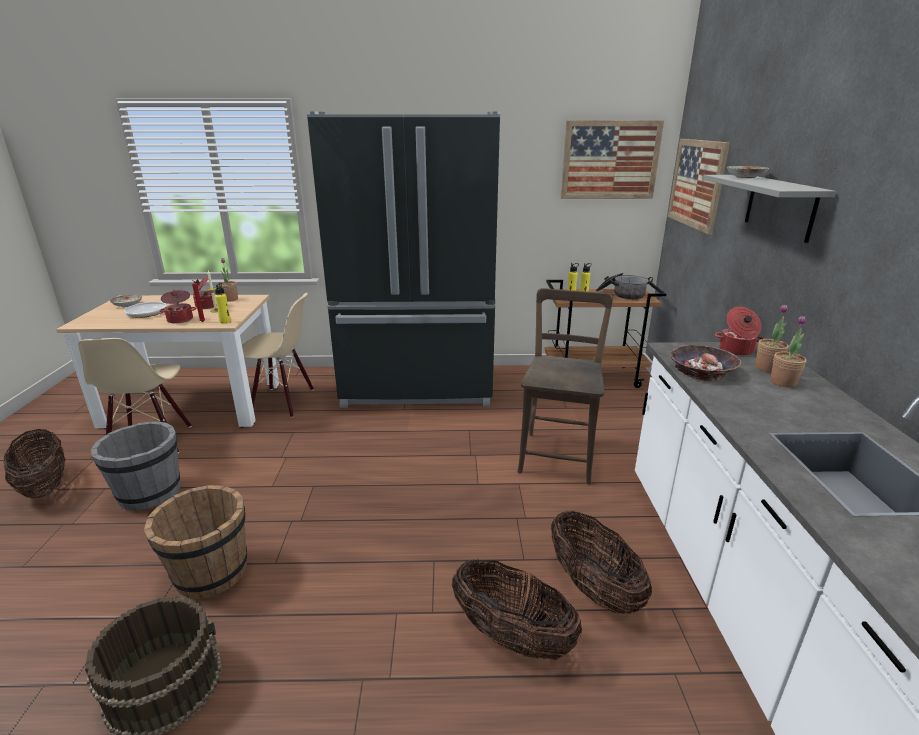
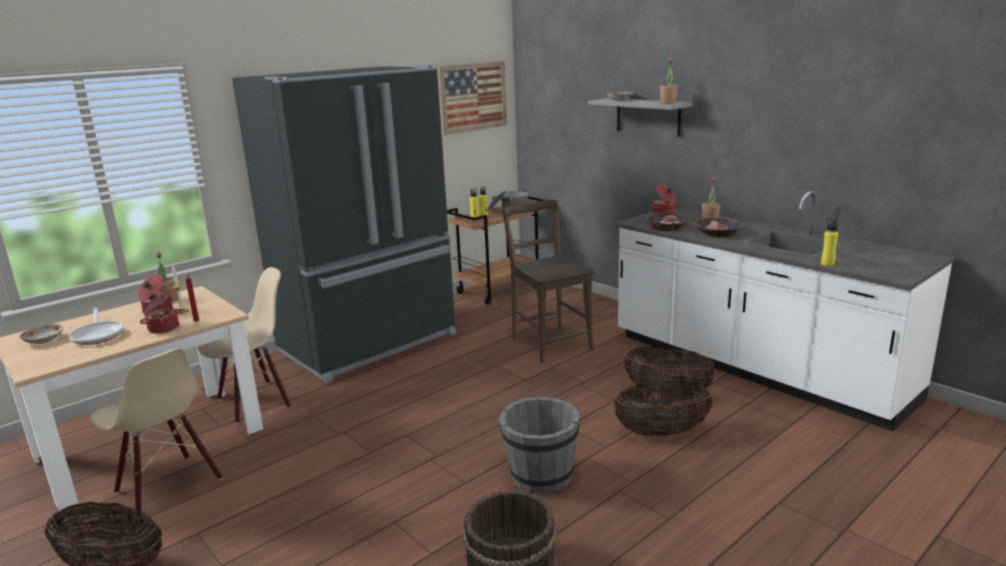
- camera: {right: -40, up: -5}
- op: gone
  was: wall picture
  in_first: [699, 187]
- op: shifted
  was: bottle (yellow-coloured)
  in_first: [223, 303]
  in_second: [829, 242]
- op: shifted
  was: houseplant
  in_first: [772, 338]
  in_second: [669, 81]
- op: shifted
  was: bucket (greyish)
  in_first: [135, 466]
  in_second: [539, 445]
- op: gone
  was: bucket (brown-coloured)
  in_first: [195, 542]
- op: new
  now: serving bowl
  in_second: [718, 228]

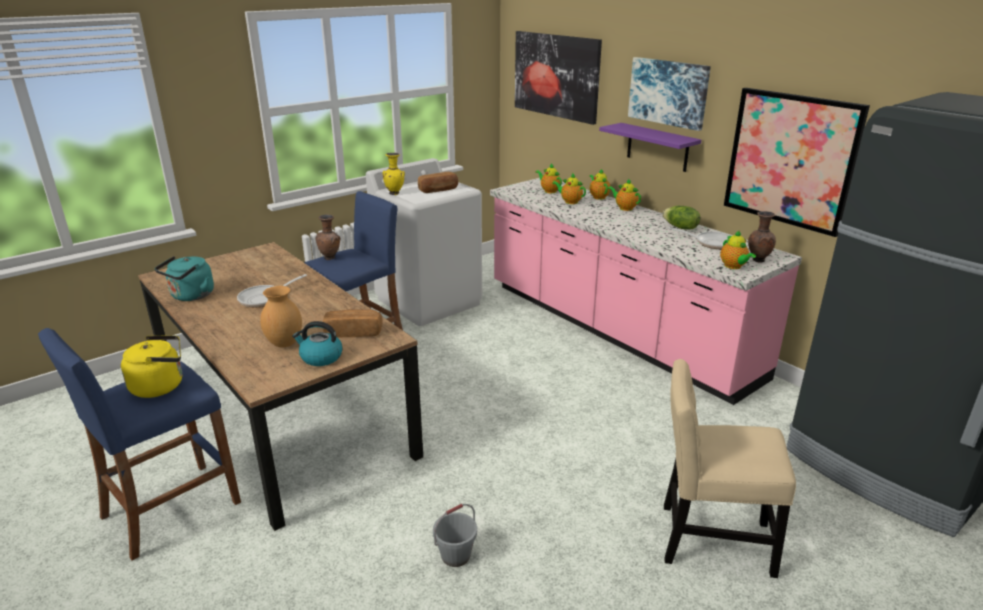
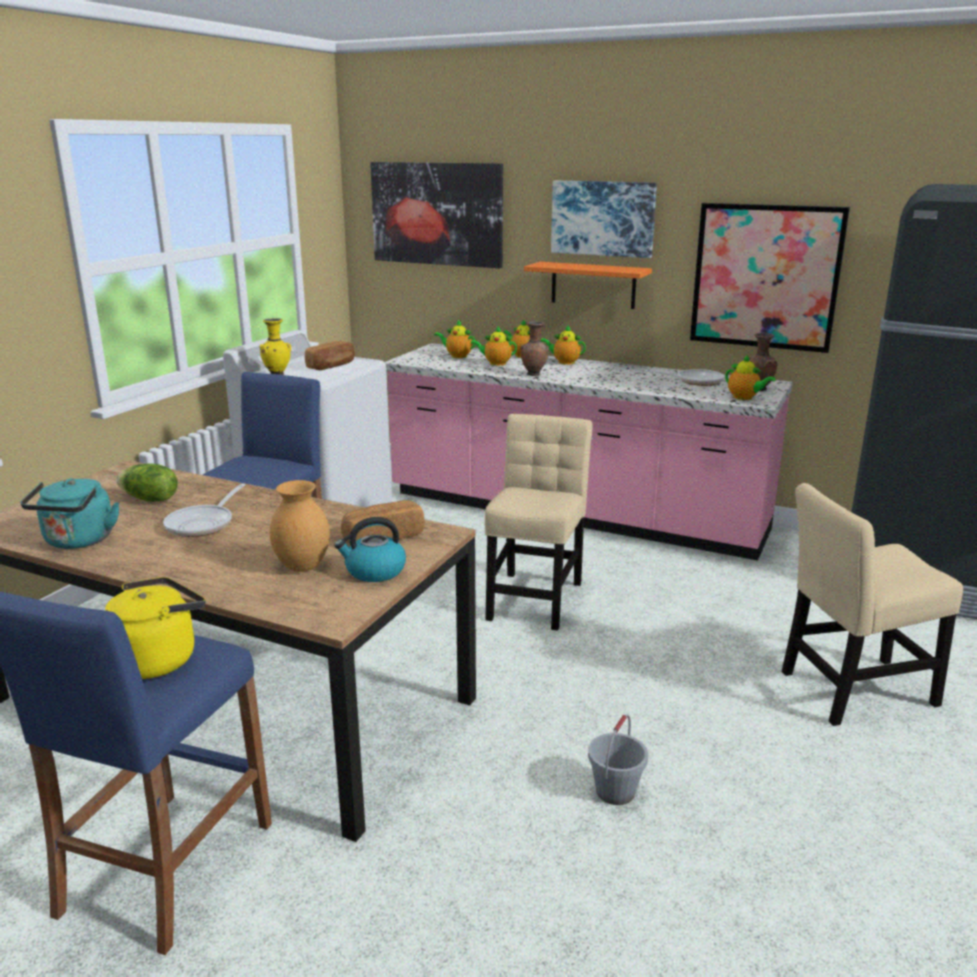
- camera: {right: -25, up: -5}
- op: repainted
  was: shelf (purplish)
  now: shelf (orange)
  in_first: [650, 147]
  in_second: [588, 285]
- op: shifted
  was: lettuce head
  in_first: [681, 218]
  in_second: [147, 483]
- op: shifted
  was: decorative vase (brown-coloured)
  in_first: [328, 237]
  in_second: [534, 349]
- op: new
  now: plain chair (sand-coloured)
  in_second: [539, 522]

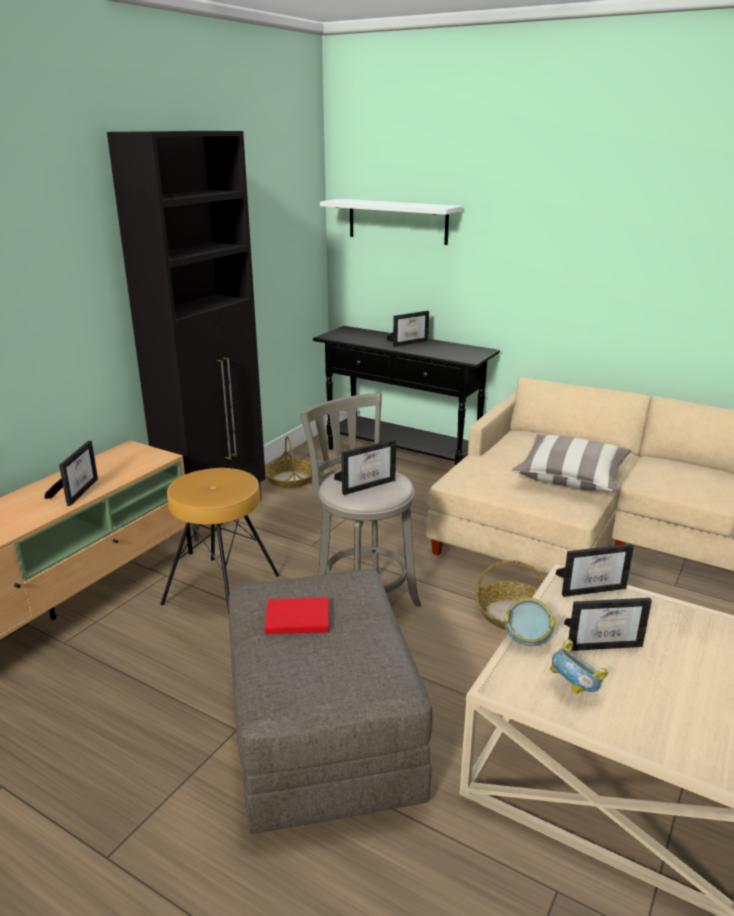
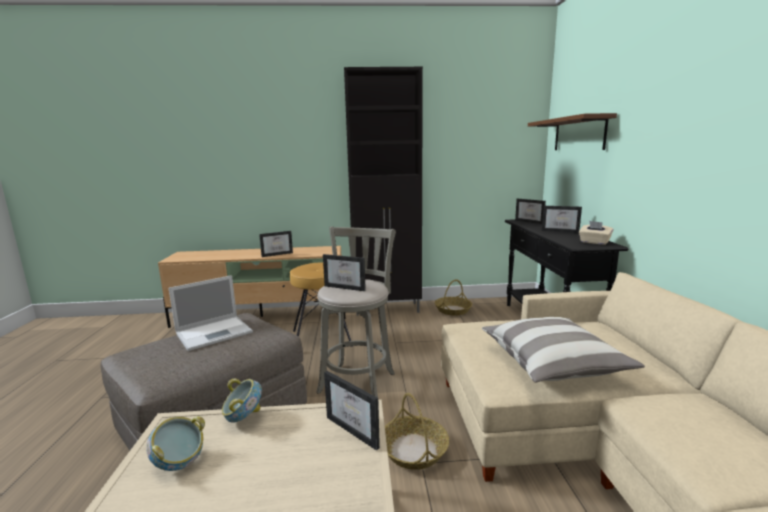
- camera: {right: 55, up: -10}
- op: repainted
  was: shelf (whitish)
  now: shelf (brown-coloured)
  in_first: [391, 222]
  in_second: [572, 131]
- op: swapped
  was: volume (red)
  now: notebook computer
  in_first: [297, 615]
  in_second: [210, 313]
- op: shifted
  was: picture frame
  in_first: [608, 624]
  in_second: [530, 211]
- op: new
  now: box of tissues (sand-coloured)
  in_second: [596, 233]

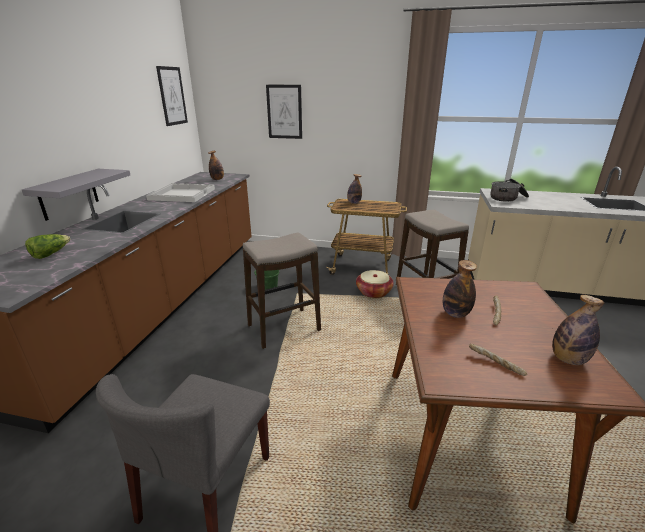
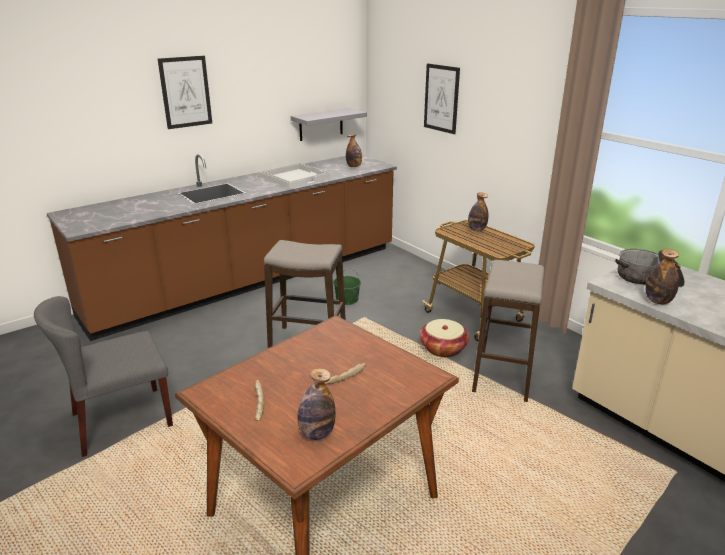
- camera: {right: 40, up: 0}
- op: shifted
  was: wall picture
  in_first: [172, 96]
  in_second: [185, 92]
- op: shifted
  was: shelf (greyish)
  in_first: [76, 195]
  in_second: [329, 124]
- op: gone
  was: lettuce head
  in_first: [47, 246]
- op: shifted
  was: bottle
  in_first: [460, 289]
  in_second: [662, 276]

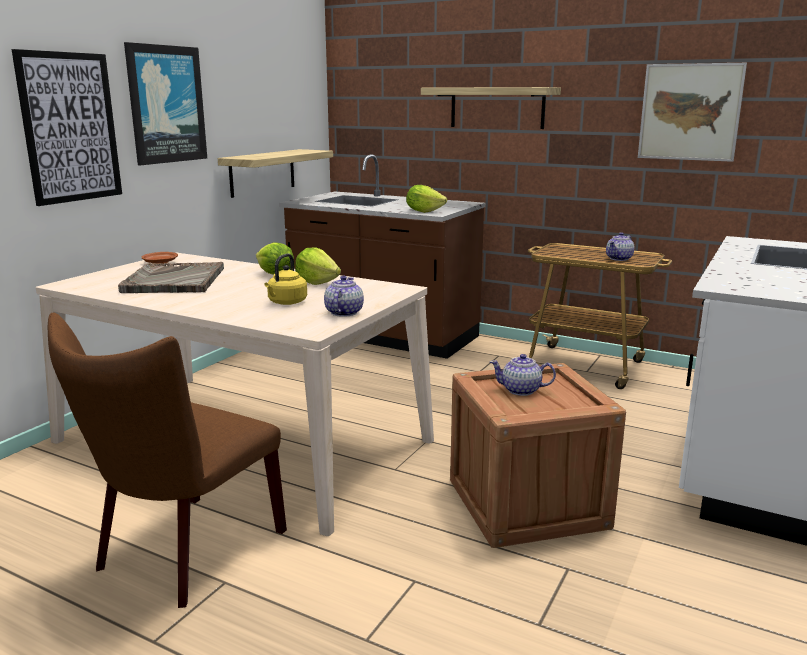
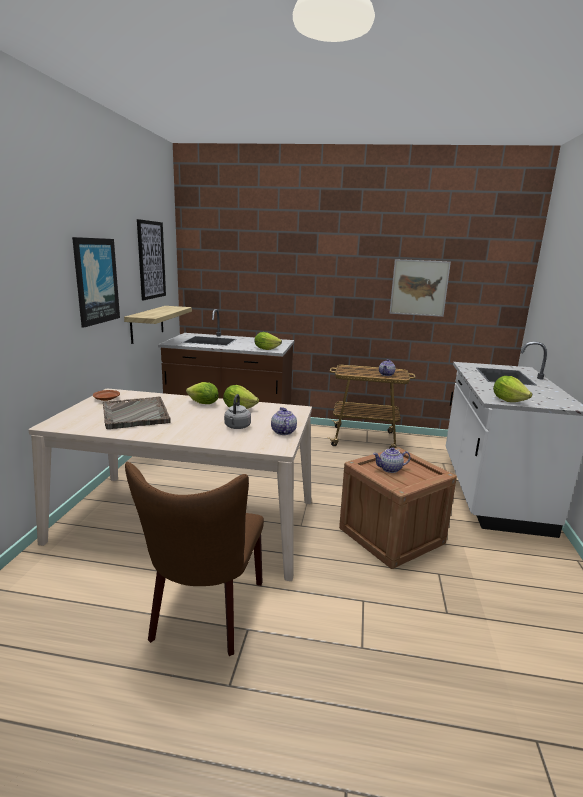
- camera: {right: -20, up: 0}
- op: shifted
  was: wall picture
  in_first: [67, 127]
  in_second: [151, 259]
- op: gone
  was: shelf
  in_first: [491, 108]
- op: repainted
  was: tea kettle (yellow-coloured)
  now: tea kettle (greyish)
  in_first: [285, 279]
  in_second: [237, 411]
- op: new
  now: lettuce head
  in_second: [512, 389]

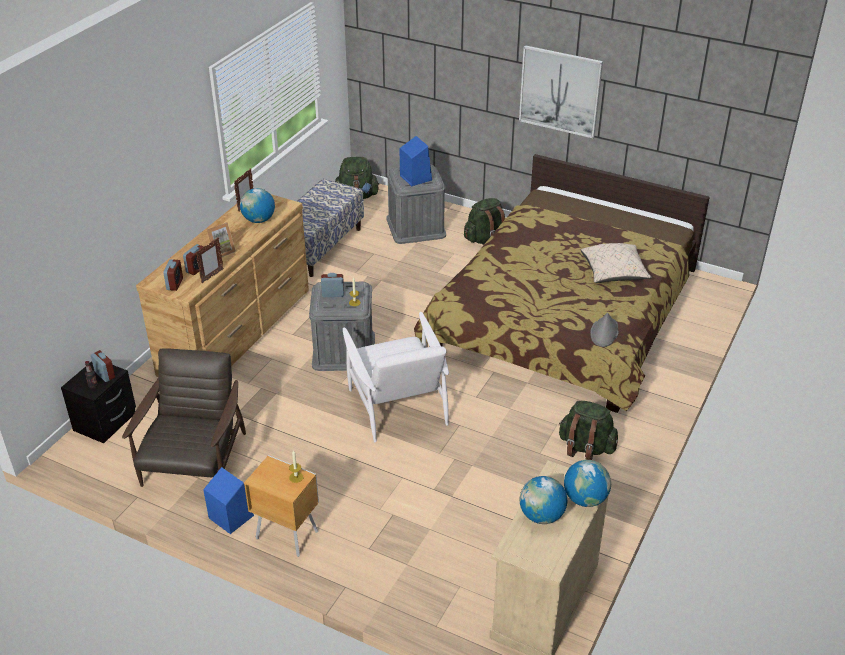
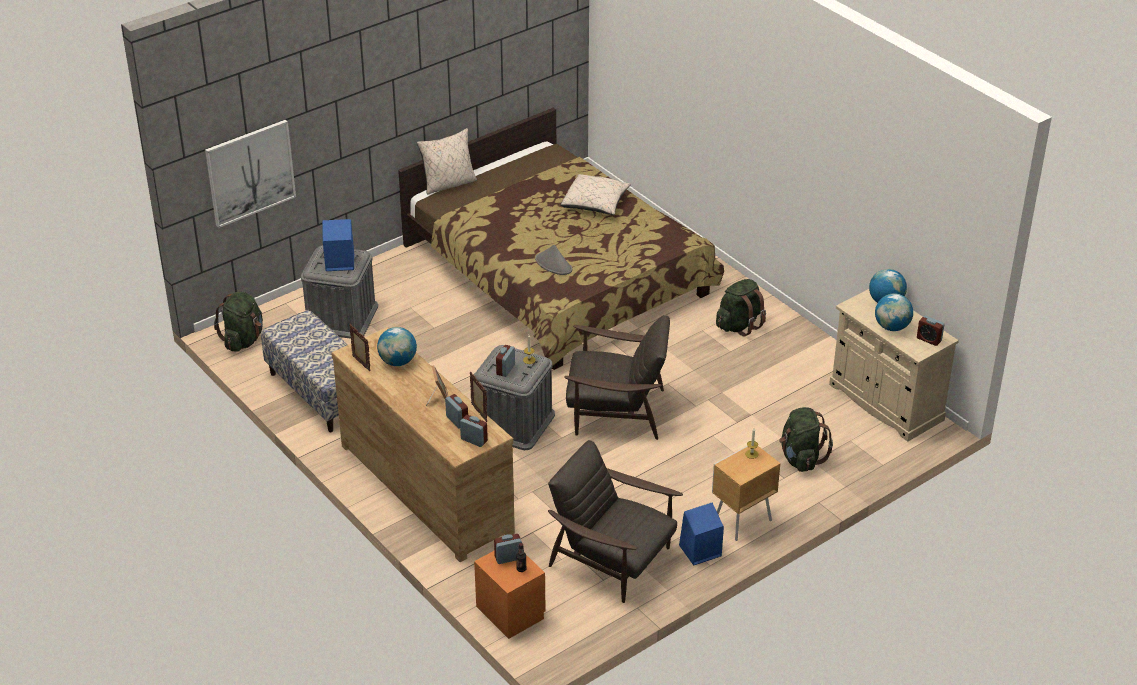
- camera: {right: -65, up: 0}
- op: shifted
  was: wall picture
  in_first: [561, 91]
  in_second: [250, 174]
- op: shifted
  was: knapsack (greenish)
  in_first: [484, 221]
  in_second: [806, 439]
- op: repainted
  was: easy chair (whitish)
  now: easy chair (brown-coloured)
  in_first: [396, 377]
  in_second: [617, 377]
- op: shifted
  was: clothing hat (greyish)
  in_first: [604, 330]
  in_second: [553, 259]
- op: repainted
  was: nightstand (black-coloured)
  now: nightstand (orange)
  in_first: [98, 402]
  in_second: [510, 595]
- op: new
  now: cushion (sand-coloured)
  in_second: [447, 161]
- op: new
  now: bedside clock
  in_second: [931, 330]

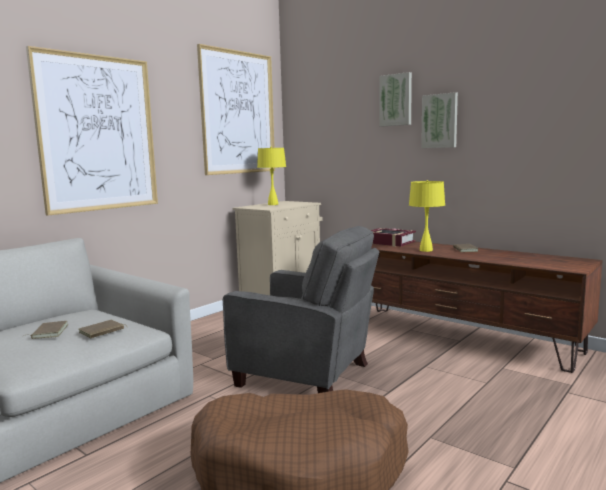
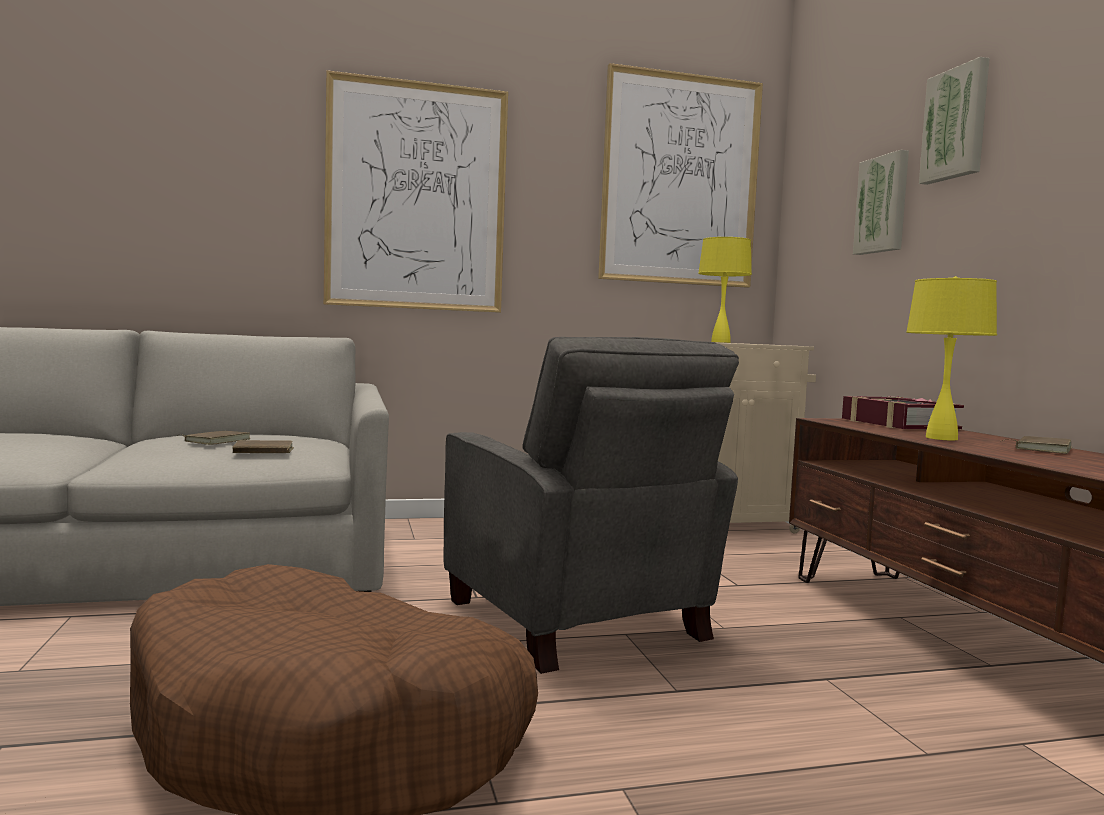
- camera: {right: 35, up: -5}
- op: shifted
  was: wall picture
  in_first: [439, 120]
  in_second: [881, 202]

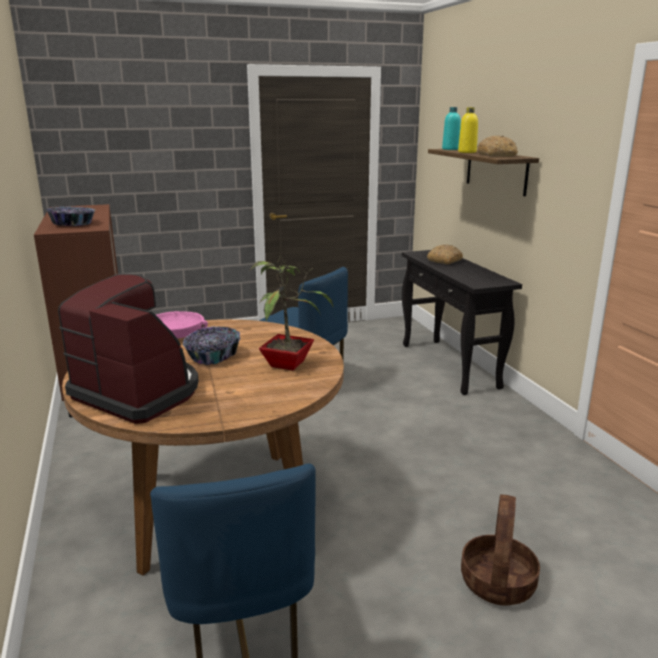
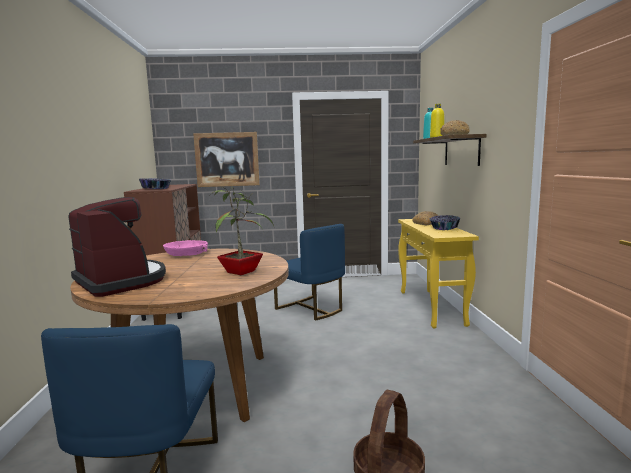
- camera: {right: 15, up: -10}
- op: repainted
  was: console table (black-coloured)
  now: console table (yellow-coloured)
  in_first: [462, 322]
  in_second: [438, 273]
- op: shifted
  was: serving bowl
  in_first: [212, 345]
  in_second: [445, 222]
- op: new
  now: wall picture
  in_second: [226, 159]

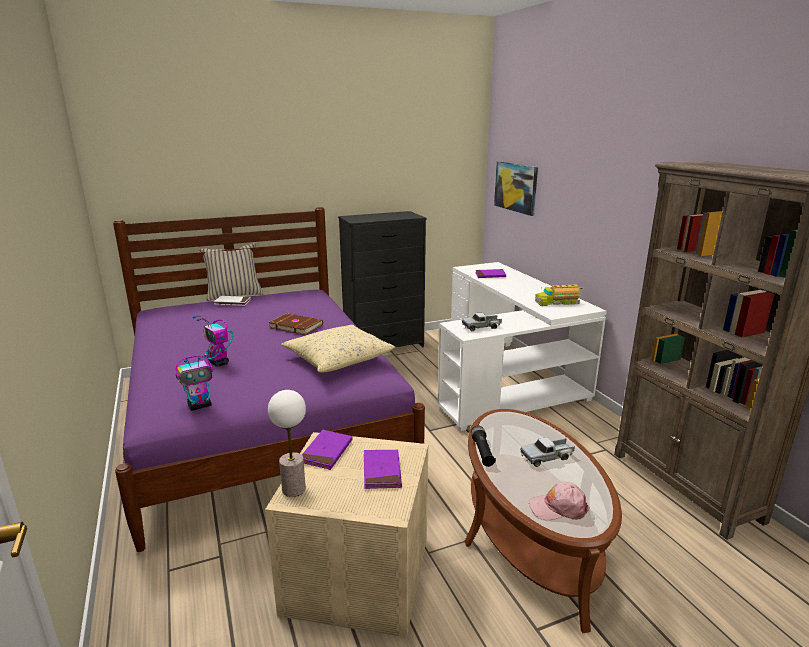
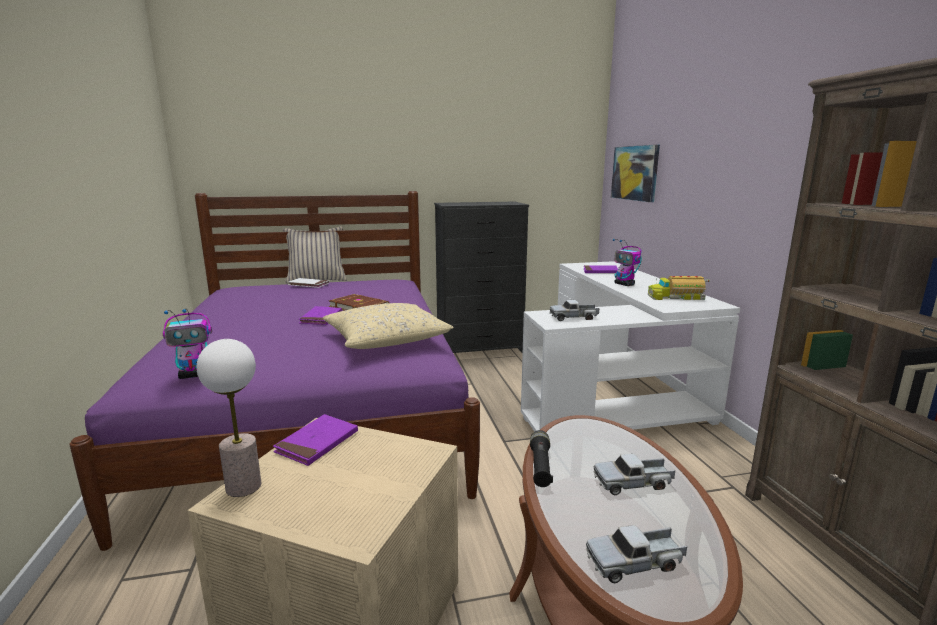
- camera: {right: 10, up: -5}
- op: shifted
  was: toy robot
  in_first: [213, 341]
  in_second: [627, 262]
- op: shifted
  was: volume (purplish)
  in_first: [383, 469]
  in_second: [320, 315]
- op: swapped
  was: cap (pink)
  now: model truck
  in_first: [559, 501]
  in_second: [636, 554]

